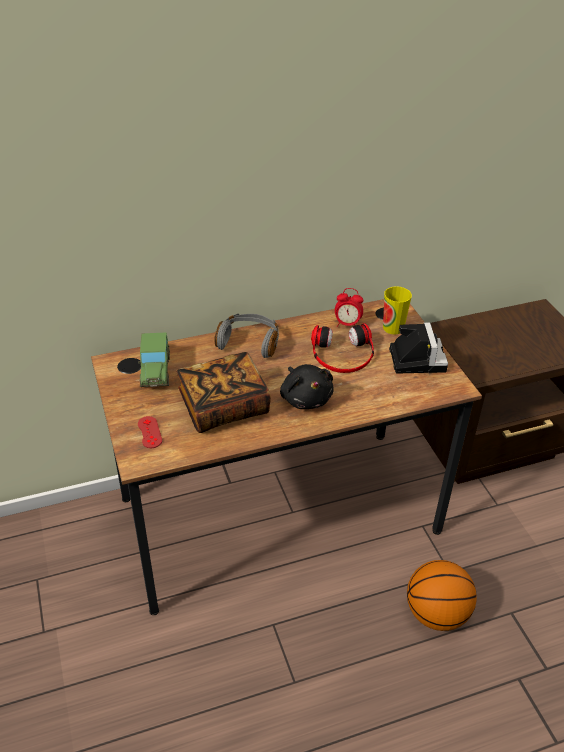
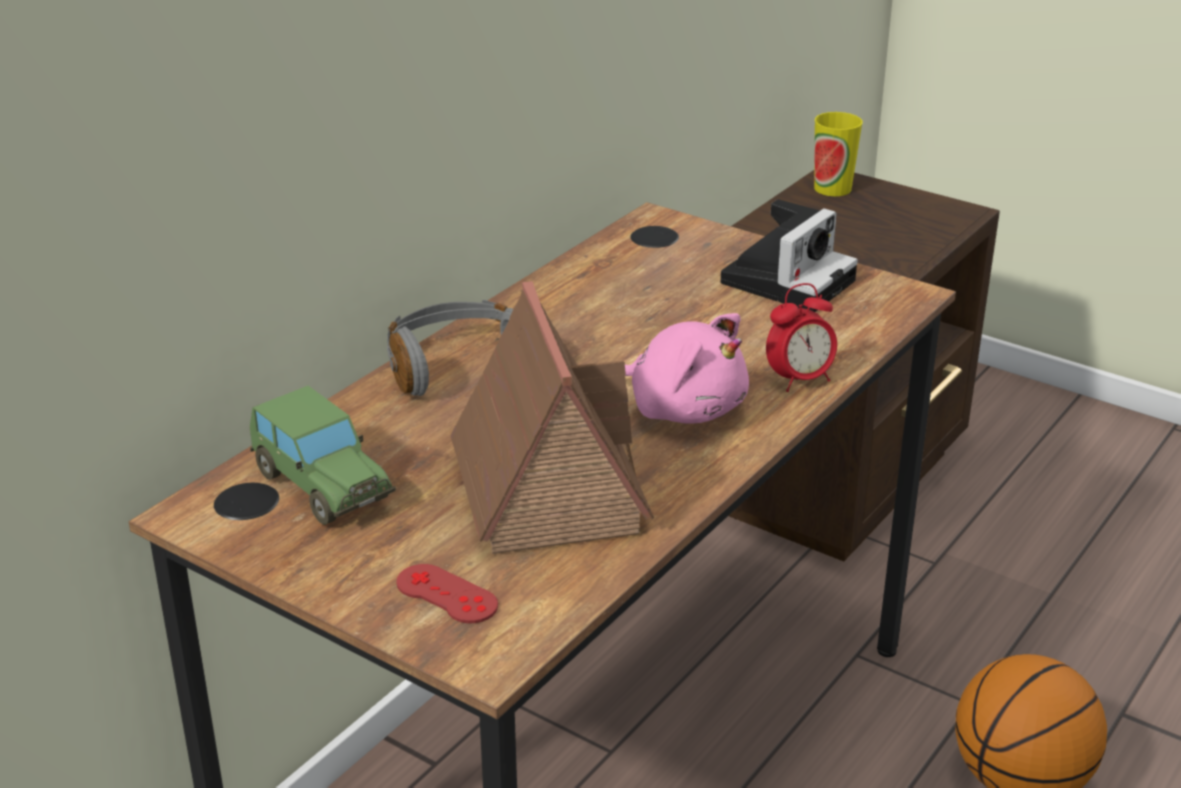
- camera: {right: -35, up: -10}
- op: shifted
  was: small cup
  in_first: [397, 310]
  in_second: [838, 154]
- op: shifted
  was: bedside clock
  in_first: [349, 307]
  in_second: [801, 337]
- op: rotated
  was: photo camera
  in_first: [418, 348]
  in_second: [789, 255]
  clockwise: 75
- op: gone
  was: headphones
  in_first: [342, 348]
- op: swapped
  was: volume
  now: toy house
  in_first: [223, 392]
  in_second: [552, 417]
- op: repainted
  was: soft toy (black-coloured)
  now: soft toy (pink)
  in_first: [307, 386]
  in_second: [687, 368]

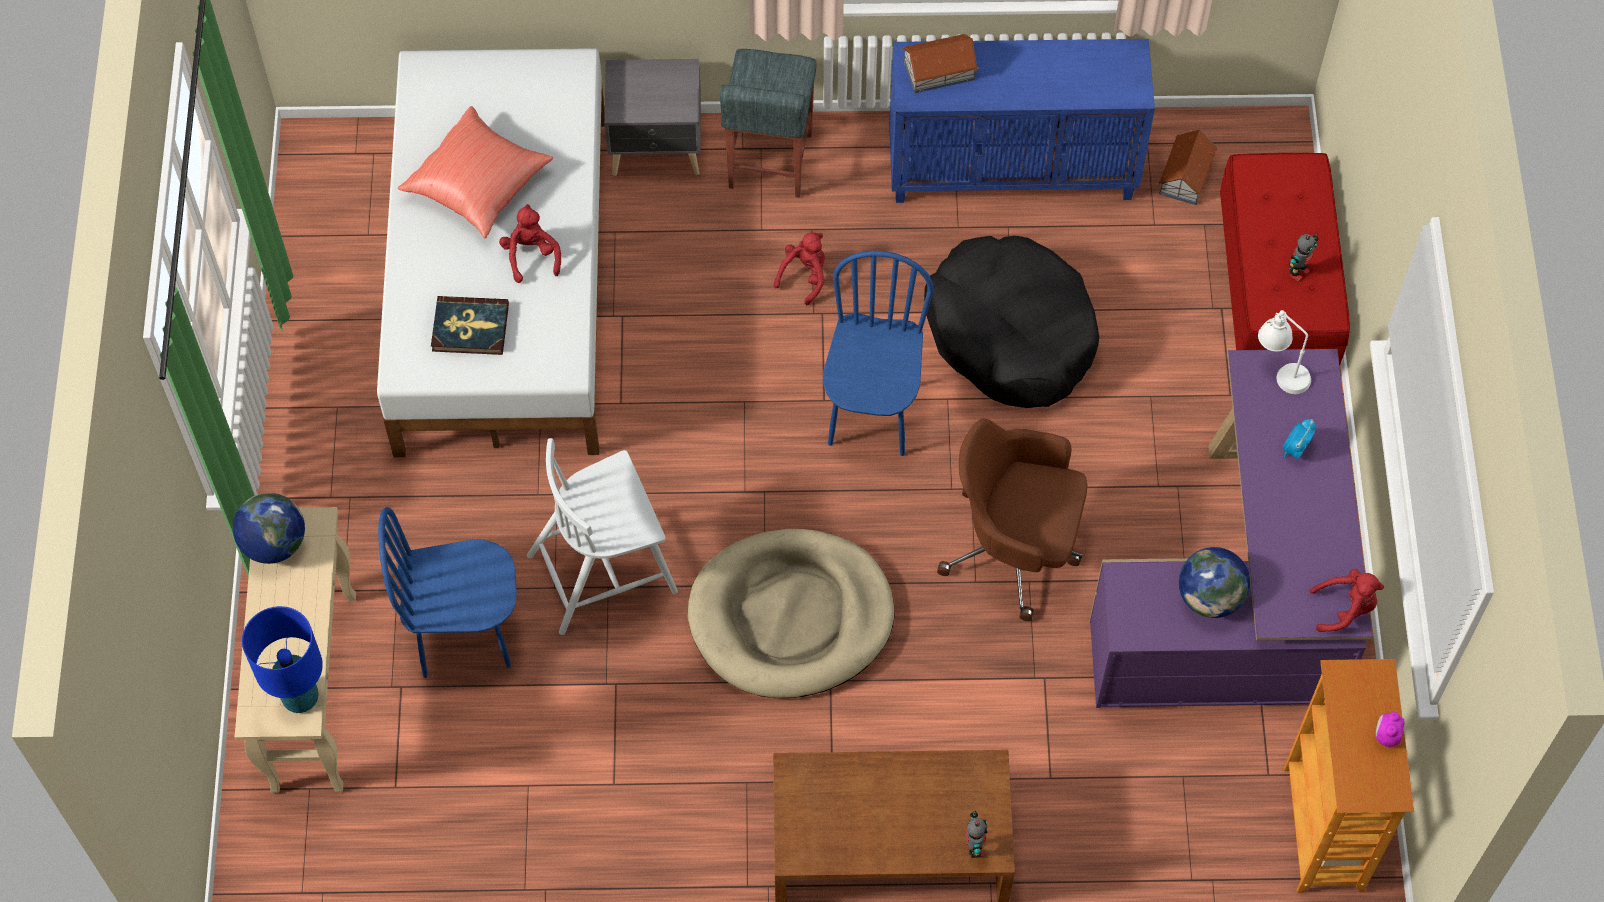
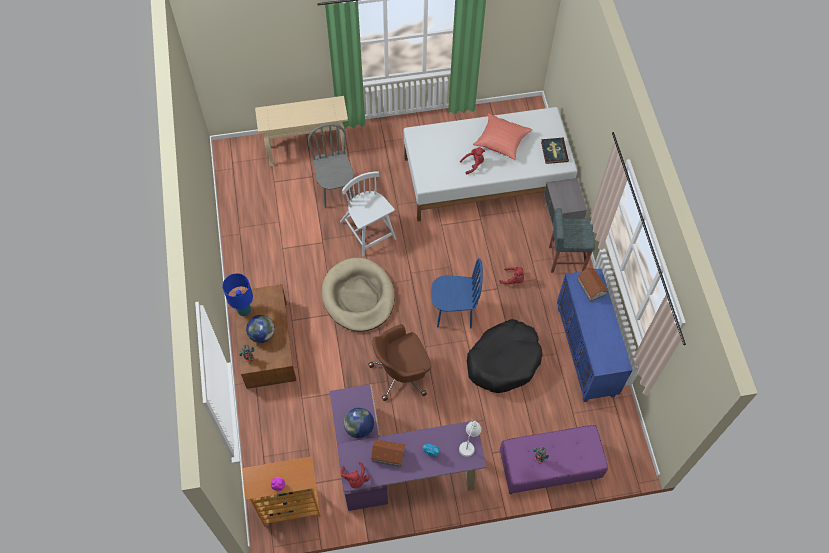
- camera: {right: 80, up: 0}
- op: shifted
  was: toy house
  in_first: [1188, 167]
  in_second: [388, 453]
- op: repainted
  was: indoor bench (red)
  now: indoor bench (purplish)
  in_first: [1285, 259]
  in_second: [554, 459]
- op: shifted
  was: volume
  in_first: [470, 325]
  in_second: [555, 151]
- op: rotated
  was: computer chair (brown-coloured)
  in_first: [1012, 519]
  in_second: [399, 362]
  clockwise: -120
- op: shifted
  was: world globe
  in_first: [269, 528]
  in_second: [260, 329]
- op: repainted
  was: plain chair (blue)
  now: plain chair (greyish)
  in_first: [447, 592]
  in_second: [331, 166]
- op: shifted
  was: table lamp (blue)
  in_first: [282, 659]
  in_second: [237, 294]

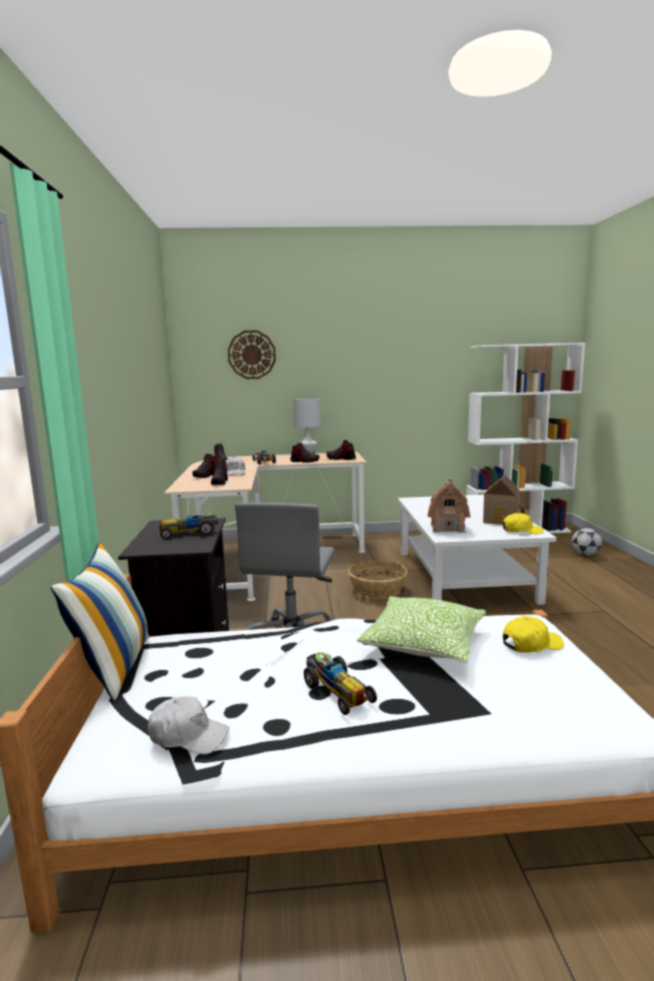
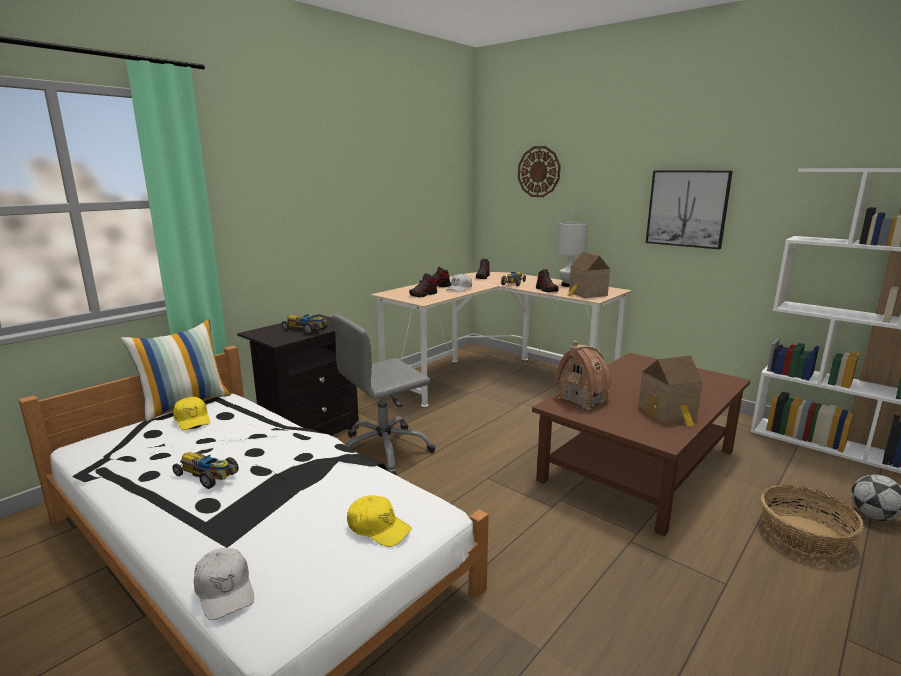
- camera: {right: 45, up: 5}
- op: swapped
  was: shoe
  now: toy house
  in_first: [341, 450]
  in_second: [588, 275]
- op: repainted
  was: lounge table (whitish)
  now: lounge table (brown-coloured)
  in_first: [477, 550]
  in_second: [641, 444]
- op: shifted
  was: cap (yellow-coloured)
  in_first: [523, 524]
  in_second: [191, 413]
- op: shifted
  was: household basket
  in_first: [378, 579]
  in_second: [812, 521]
- op: gone
  was: cushion
  in_first: [421, 630]
- op: rotated
  was: toy car
  in_first: [340, 683]
  in_second: [205, 470]
  clockwise: 105
- op: shifted
  was: cap (whitish)
  in_first: [188, 725]
  in_second: [224, 584]
- op: new
  now: wall picture
  in_second: [689, 209]

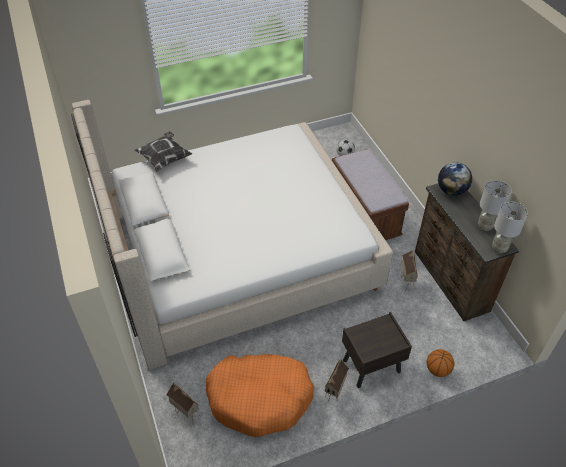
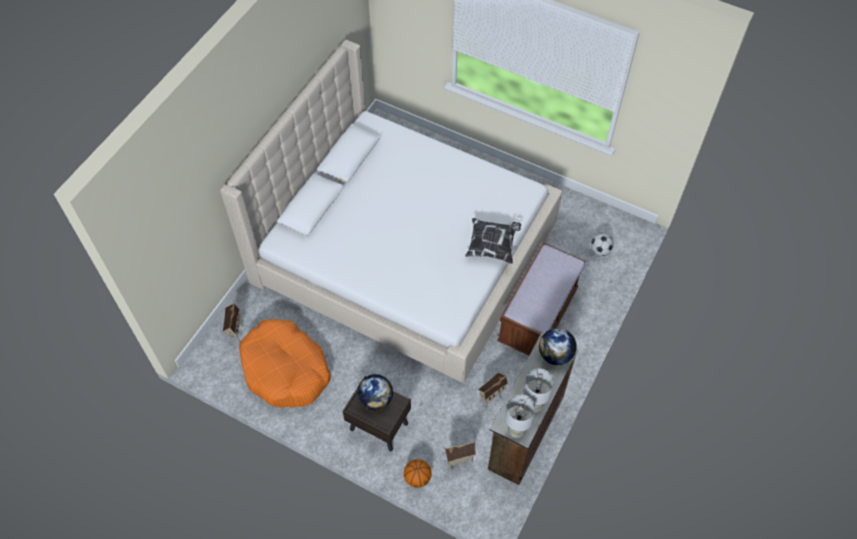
- camera: {right: 50, up: 10}
- op: shifted
  was: cushion
  in_first: [163, 152]
  in_second: [493, 241]
- op: shifted
  was: toy house
  in_first: [336, 381]
  in_second: [460, 455]
- op: new
  now: world globe
  in_second: [375, 392]

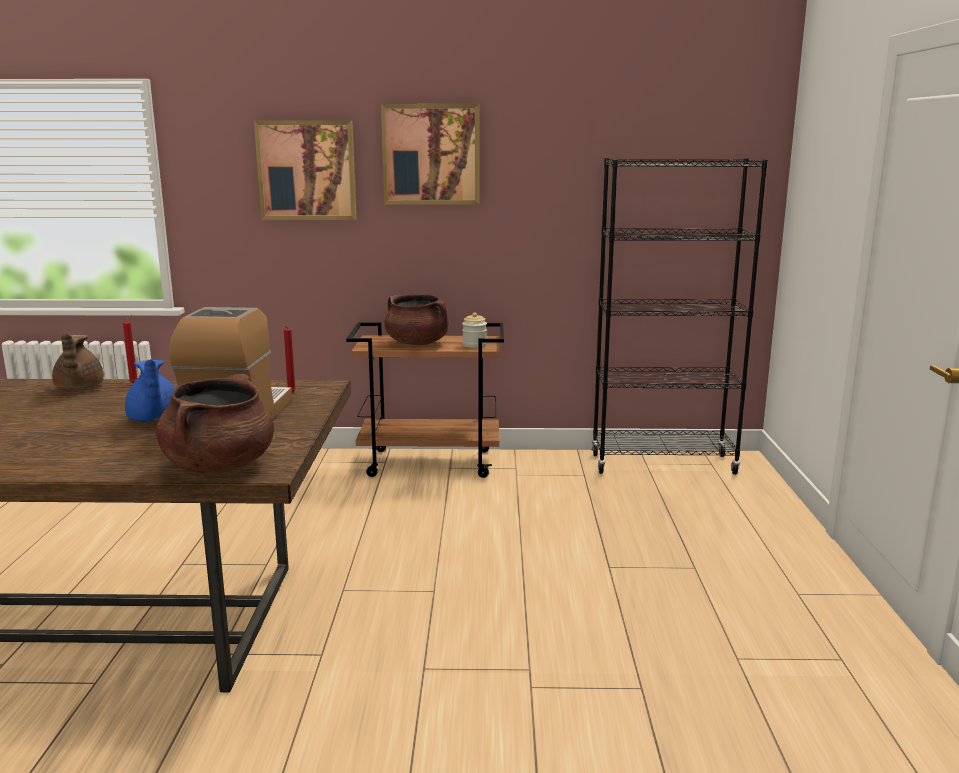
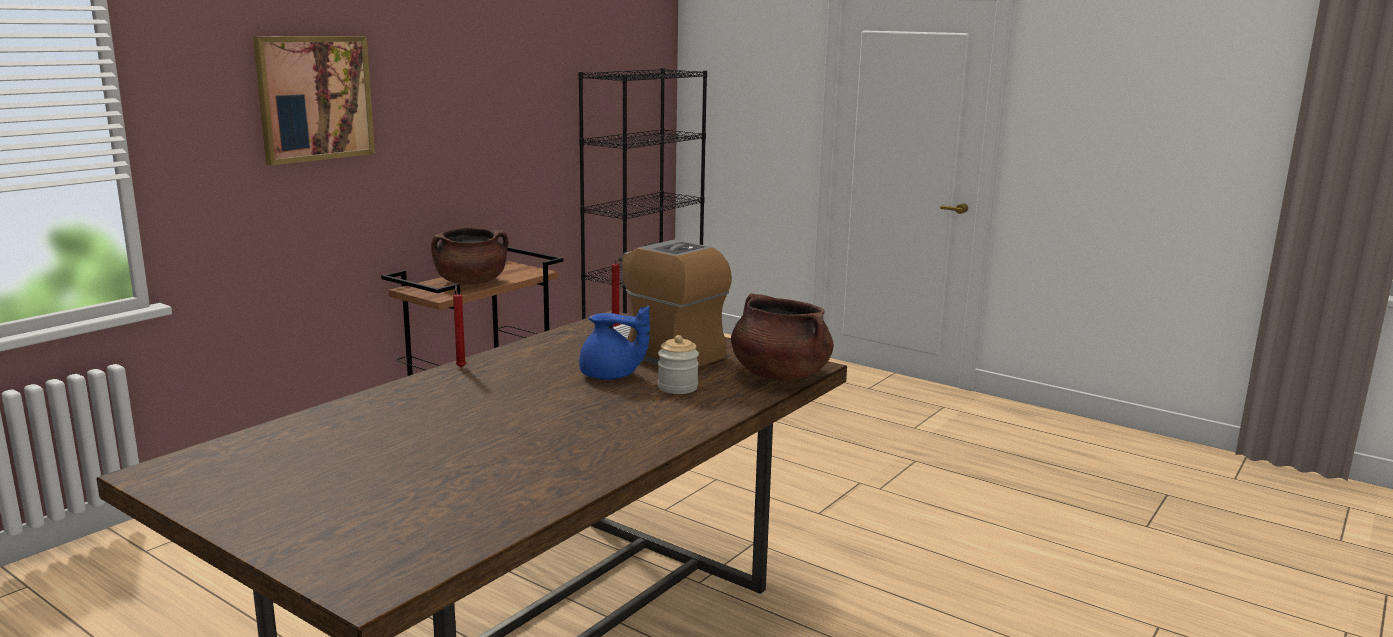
- camera: {right: -55, up: 0}
- op: gone
  was: wall picture
  in_first: [430, 154]
- op: shifted
  was: jar
  in_first: [474, 330]
  in_second: [678, 364]
- op: gone
  was: tea pot (brown-coloured)
  in_first: [78, 361]

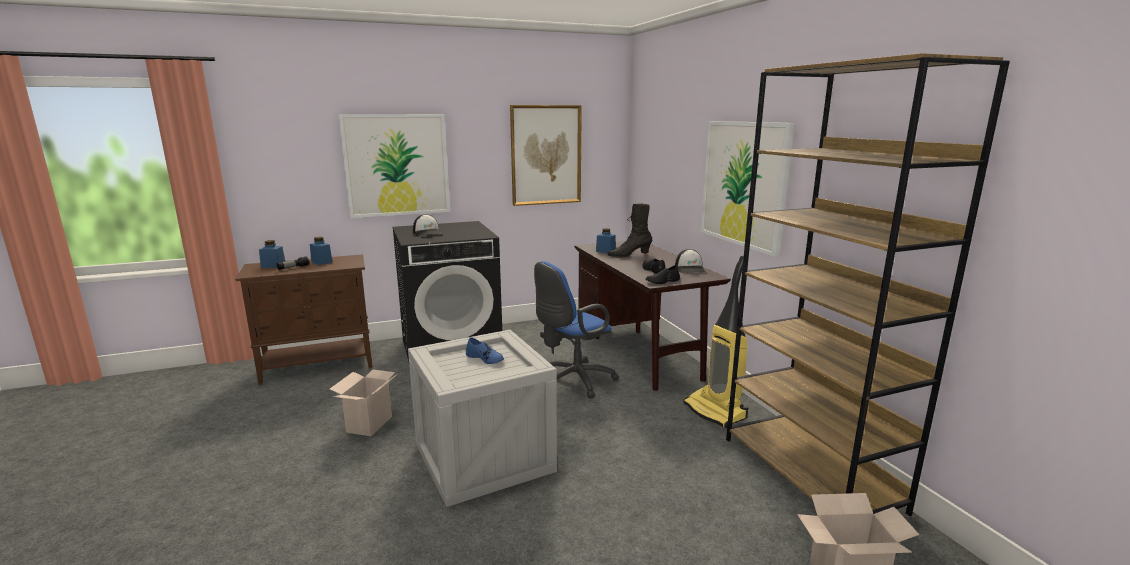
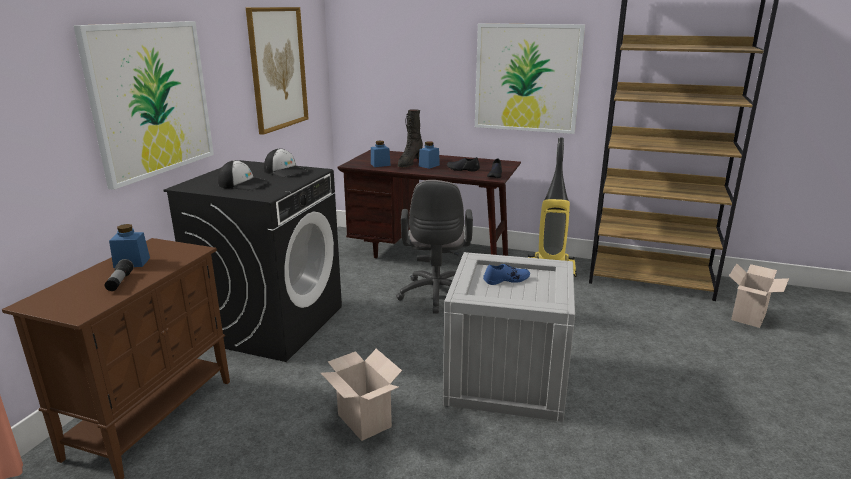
- camera: {right: -50, up: 5}
- op: shifted
  was: jar (blue)
  in_first: [272, 254]
  in_second: [429, 155]
- op: shifted
  was: cap
  in_first: [690, 261]
  in_second: [286, 163]
- op: repainted
  was: computer chair (blue)
  now: computer chair (greyish)
  in_first: [576, 329]
  in_second: [434, 247]

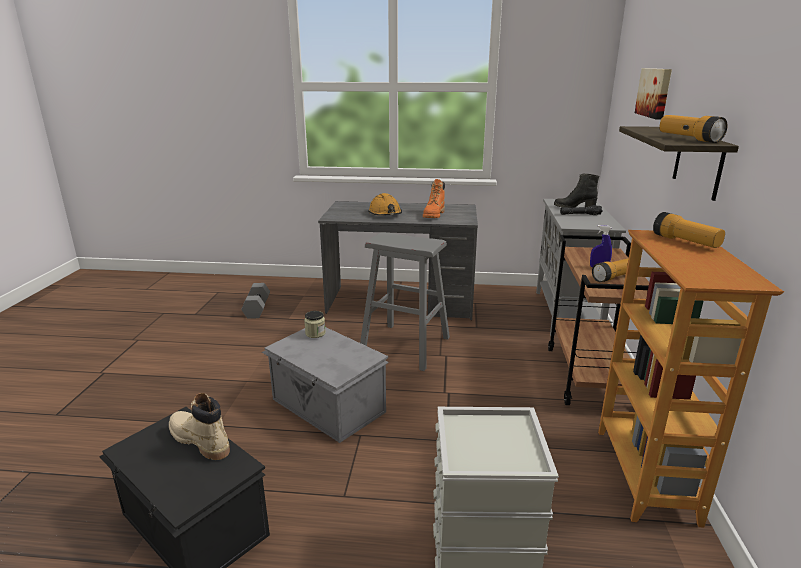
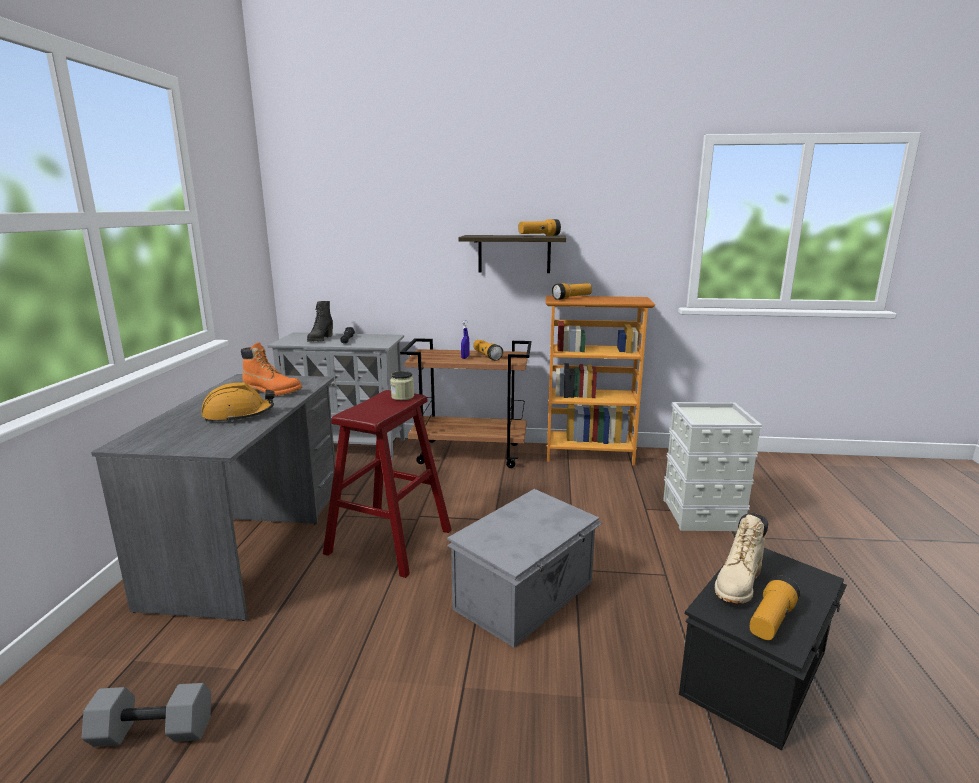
- camera: {right: -90, up: -5}
- op: gone
  was: wall picture
  in_first: [653, 94]
- op: repainted
  was: stool seat (greyish)
  now: stool seat (red)
  in_first: [405, 301]
  in_second: [387, 484]
- op: shifted
  was: jar
  in_first: [315, 324]
  in_second: [402, 385]
- op: new
  now: torch
  in_second: [774, 608]

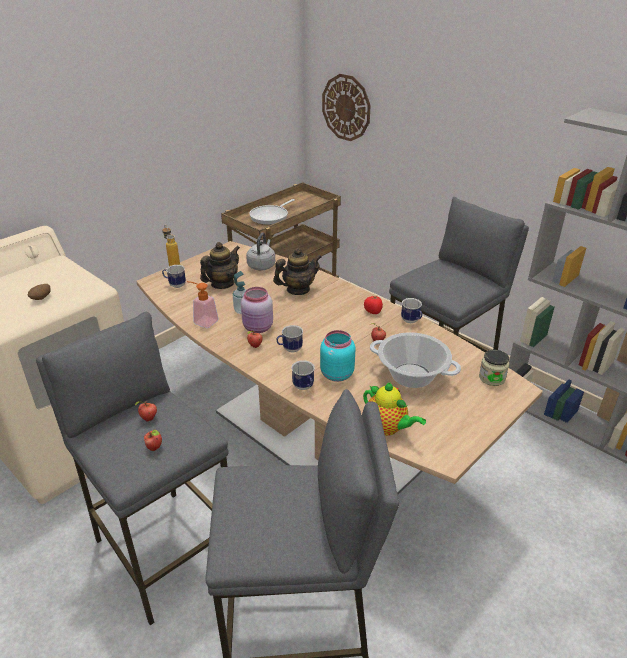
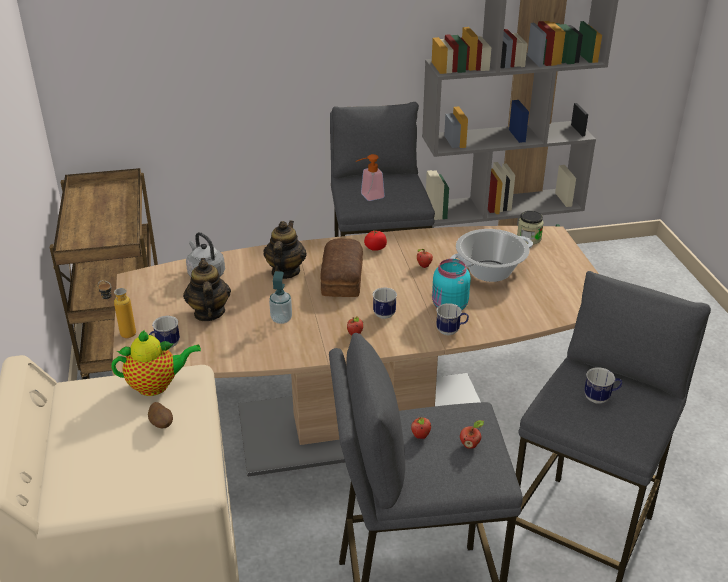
- camera: {right: -55, up: 0}
- op: gone
  was: wall clock
  in_first: [346, 107]
- op: gone
  was: frying pan
  in_first: [272, 212]
- op: shifted
  was: soap bottle
  in_first: [203, 304]
  in_second: [370, 177]
- op: gone
  was: jar (pink)
  in_first: [257, 310]
- op: shifted
  was: coffee mug
  in_first: [411, 310]
  in_second: [603, 385]
- op: shifted
  was: tea pot
  in_first: [394, 409]
  in_second: [156, 363]
- op: new
  now: bakery bread
  in_second: [341, 267]

